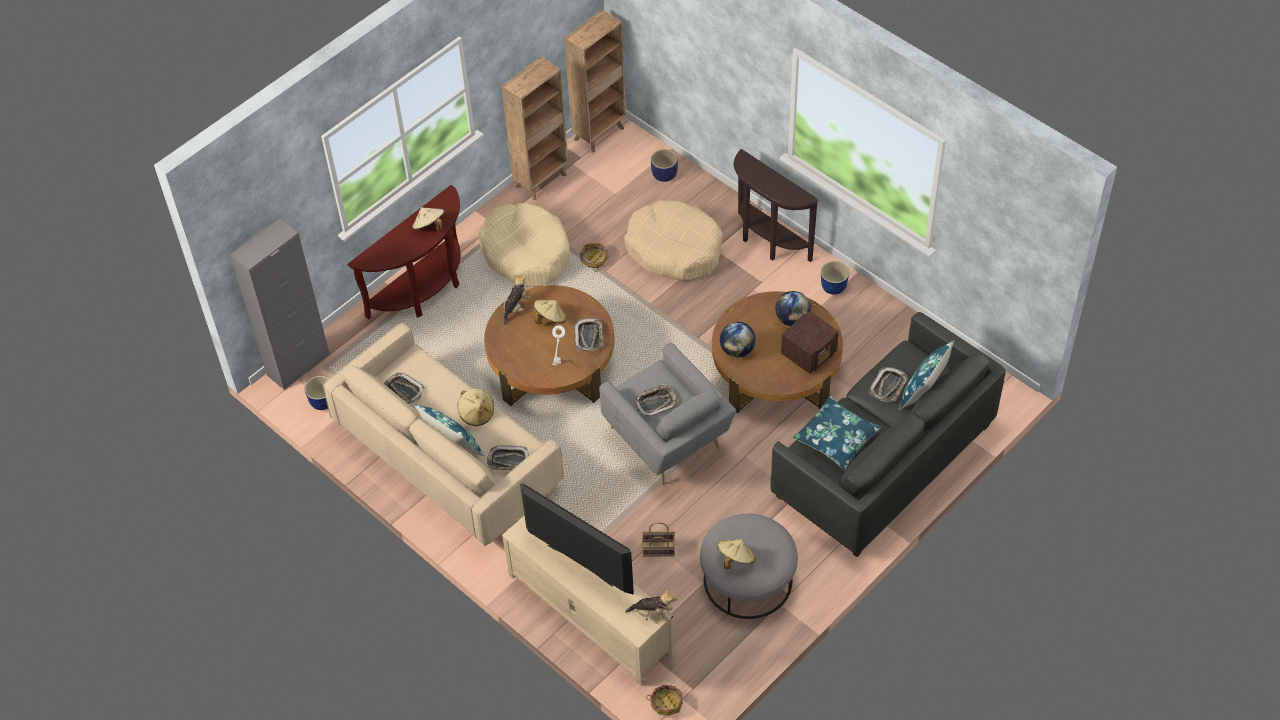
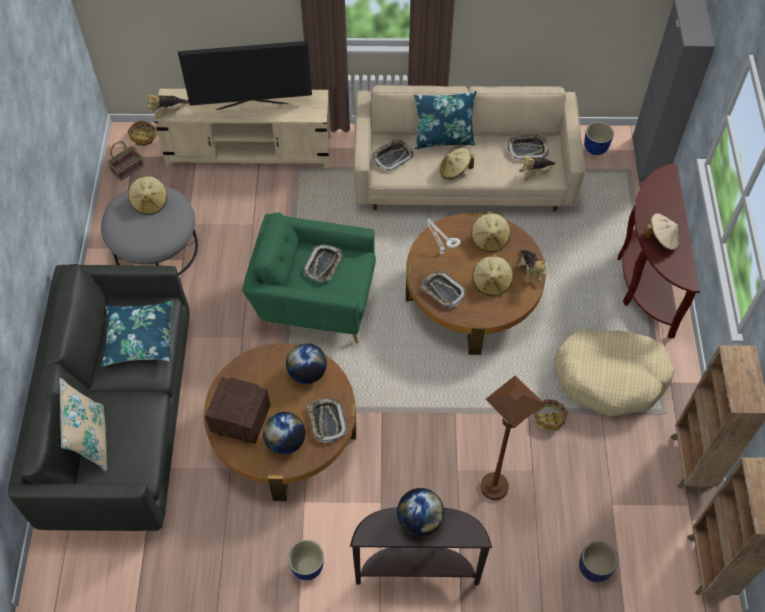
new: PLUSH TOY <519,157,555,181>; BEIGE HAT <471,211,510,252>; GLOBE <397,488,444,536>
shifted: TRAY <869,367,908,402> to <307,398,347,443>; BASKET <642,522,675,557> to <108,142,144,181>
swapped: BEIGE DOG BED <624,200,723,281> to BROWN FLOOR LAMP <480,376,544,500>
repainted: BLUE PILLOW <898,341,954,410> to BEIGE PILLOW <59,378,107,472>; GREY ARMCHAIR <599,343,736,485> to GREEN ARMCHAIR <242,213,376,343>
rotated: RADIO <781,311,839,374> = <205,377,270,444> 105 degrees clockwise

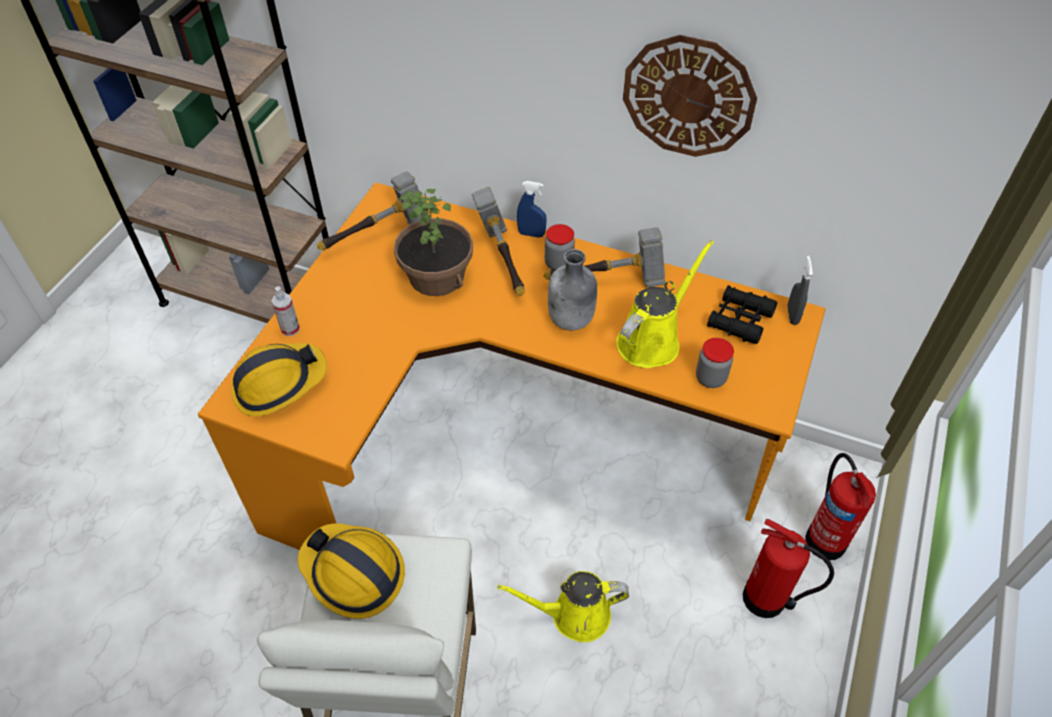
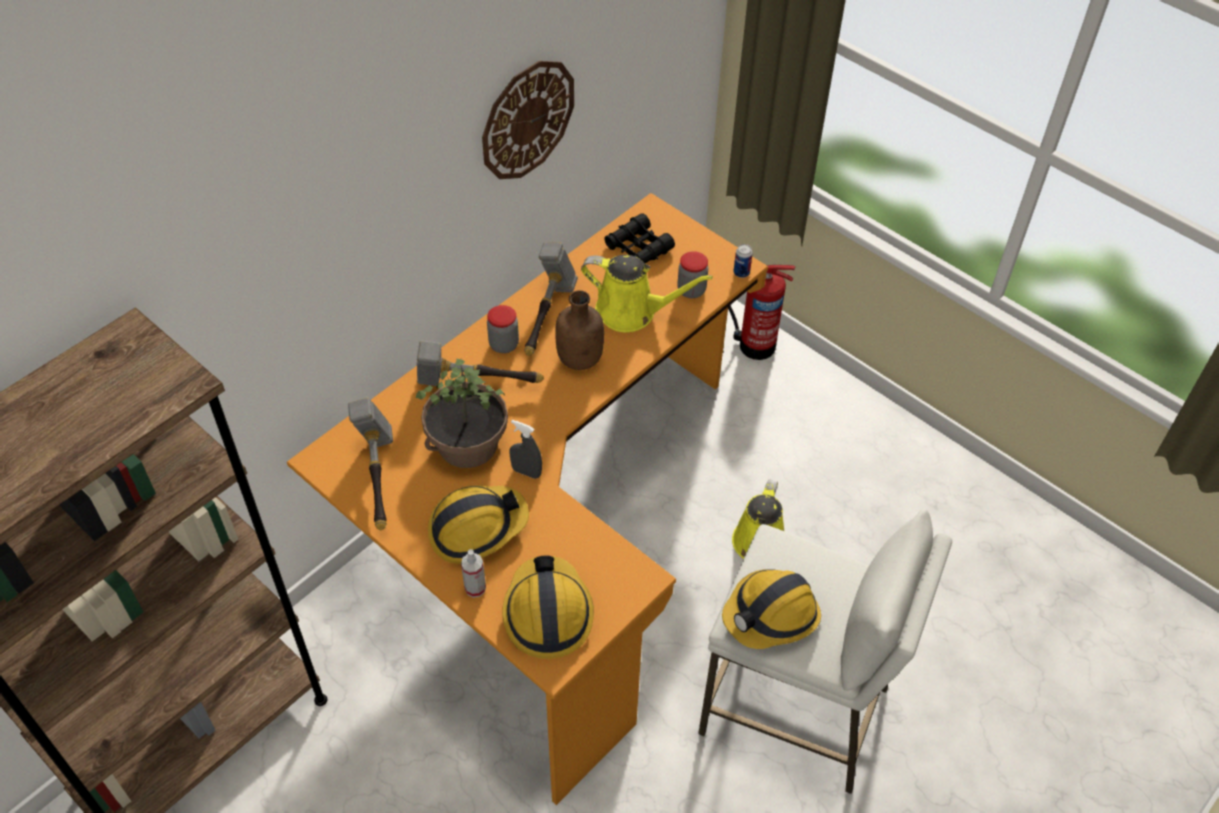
gone: BLUE SPRAY BOTTLE <517,181,547,238>; FIRE EXTINGUISHER <743,519,834,618>
new: CAN <733,244,753,278>; HARD HAT <428,485,529,564>
shifted: GREY SPRAY BOTTLE <787,256,813,325> to <509,420,542,479>
repainted: GREY BOTTLE <548,249,597,330> to BROWN BOTTLE <555,290,604,370>
rotated: YELLOW WATERING CAN <616,240,714,368> = <581,255,713,332> 135 degrees clockwise

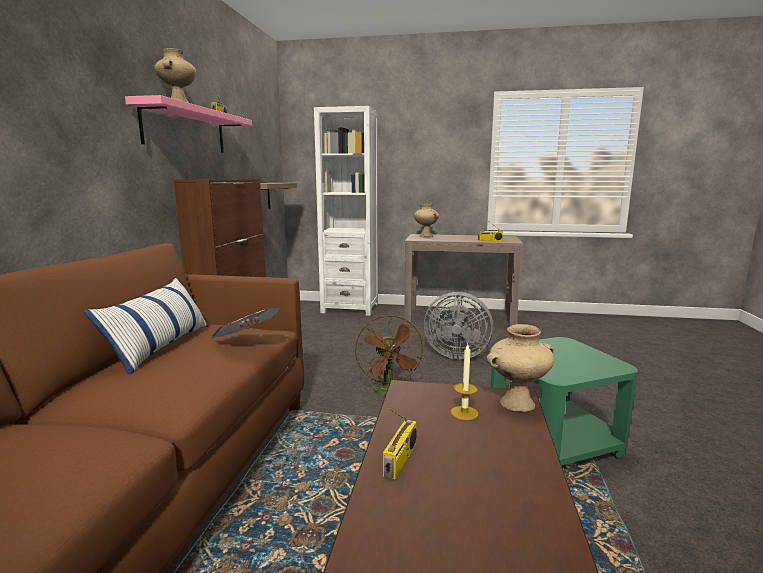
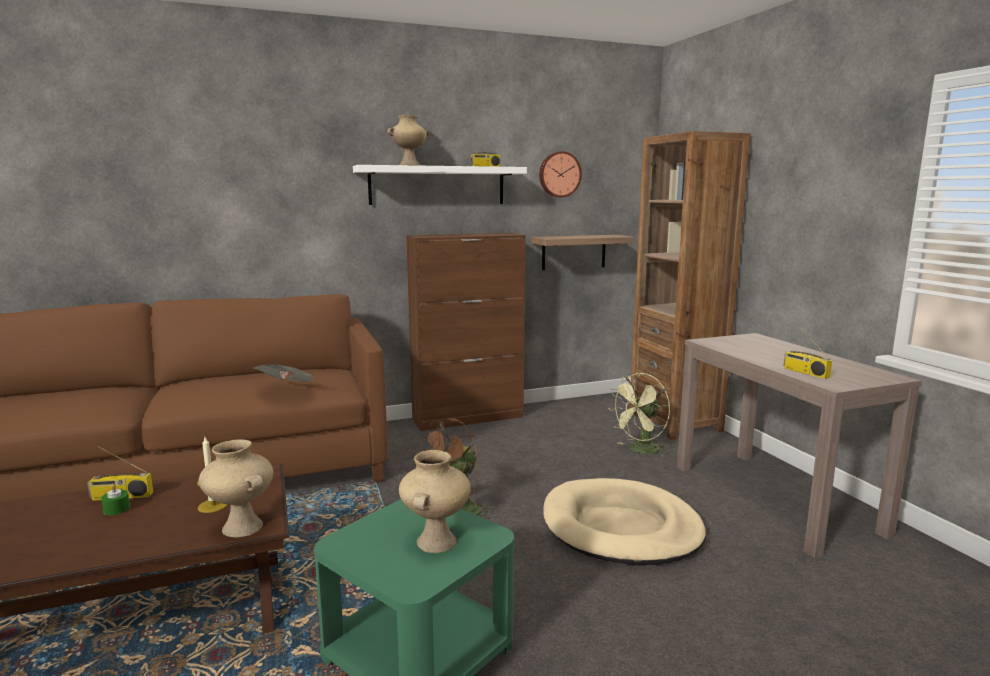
gone: PILLOW <83,277,209,375>
new: WALL CLOCK <539,151,582,198>; GREEN FAN <608,373,670,458>; GREEN CANDLE <101,484,130,515>
shifted: BEIGE VASE <414,204,439,237> to <399,450,471,553>
swapped: GREY FAN <424,292,493,359> to BEIGE DOG BED <543,478,706,565>
repainted: PINK SHELF <125,95,252,153> to WHITE SHELF <353,165,527,205>; WHITE BOOKCASE <314,106,378,316> to BROWN BOOKCASE <629,131,751,440>

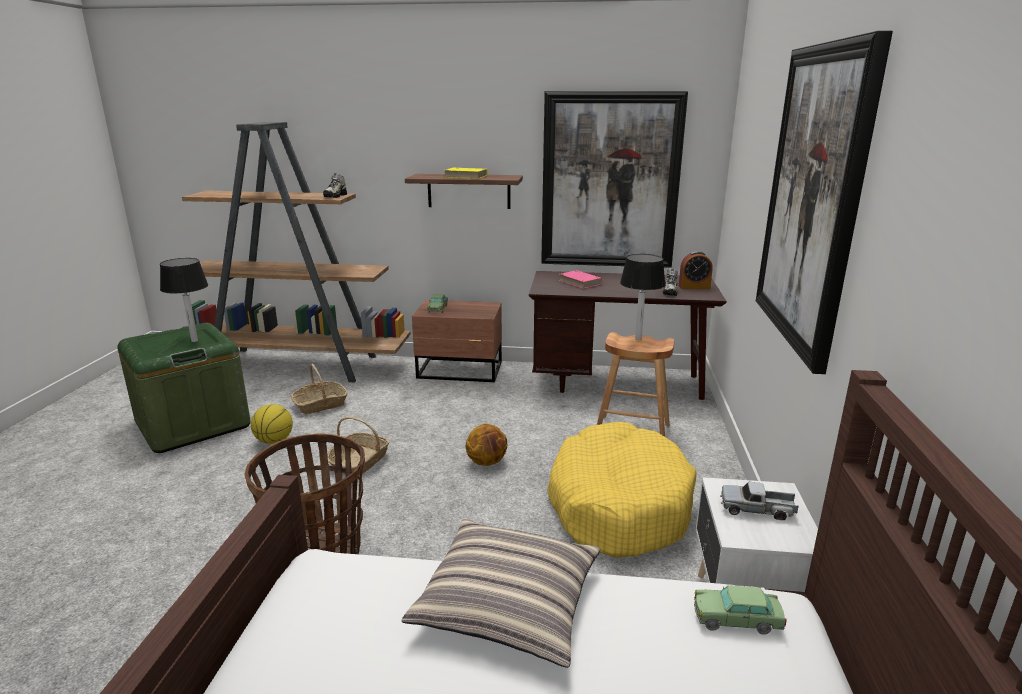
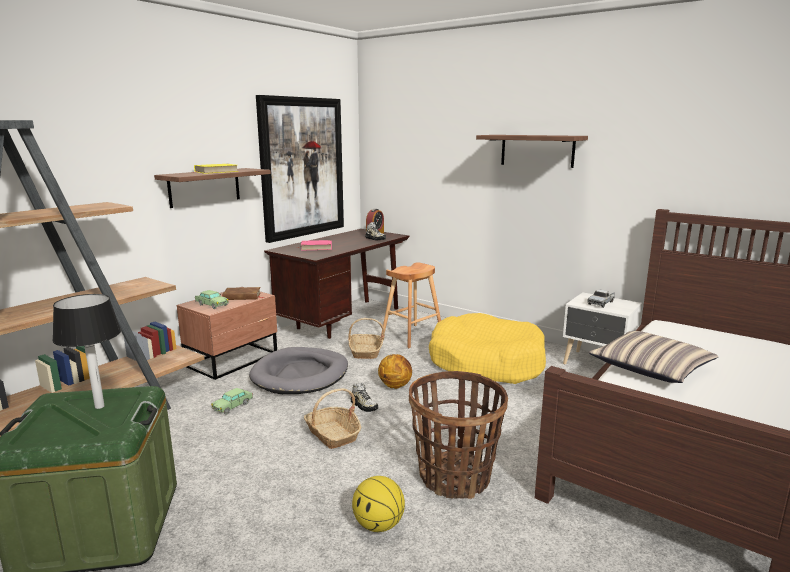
gone: TABLE LAMP <620,254,665,340>
new: BROWN BOOK <222,287,265,300>; GREY DOG BED <249,347,348,394>
shifted: SHOE <323,173,347,198> to <350,382,378,412>; BASKET <291,364,348,414> to <348,318,385,359>; BASKETBALL <251,404,293,444> to <352,476,405,532>; TOY CAR <694,585,786,635> to <211,388,253,415>
swapped: PICTURE <756,31,893,374> to SHELF <476,135,588,168>

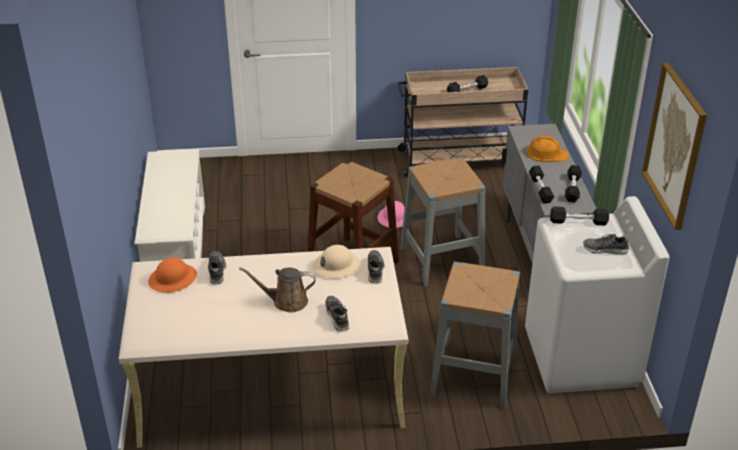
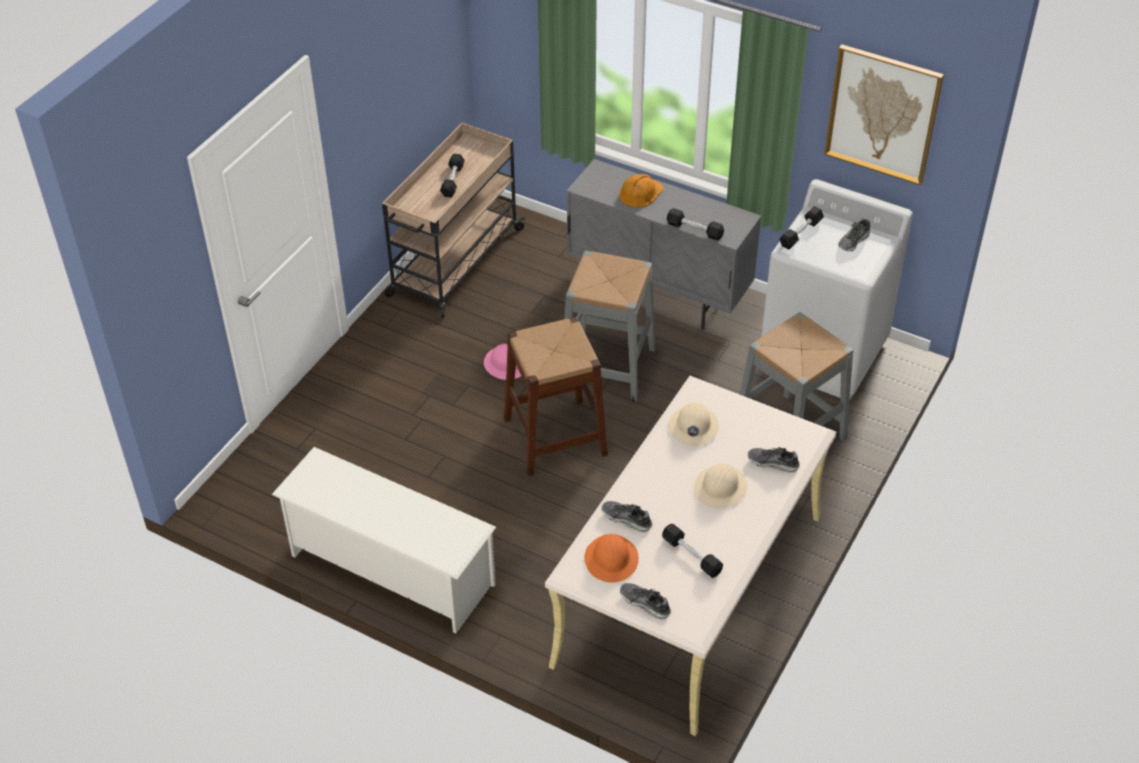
shifted: BLACK DUMBBELL <565,165,582,202> to <662,524,723,578>; SHOE <368,250,385,284> to <620,583,671,619>
swapped: BROWN WATERING CAN <239,267,316,312> to BEIGE HARD HAT <694,463,747,508>

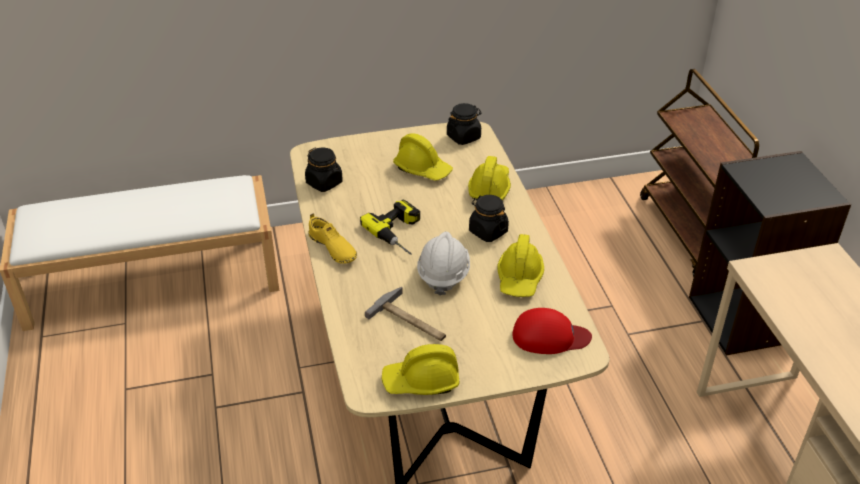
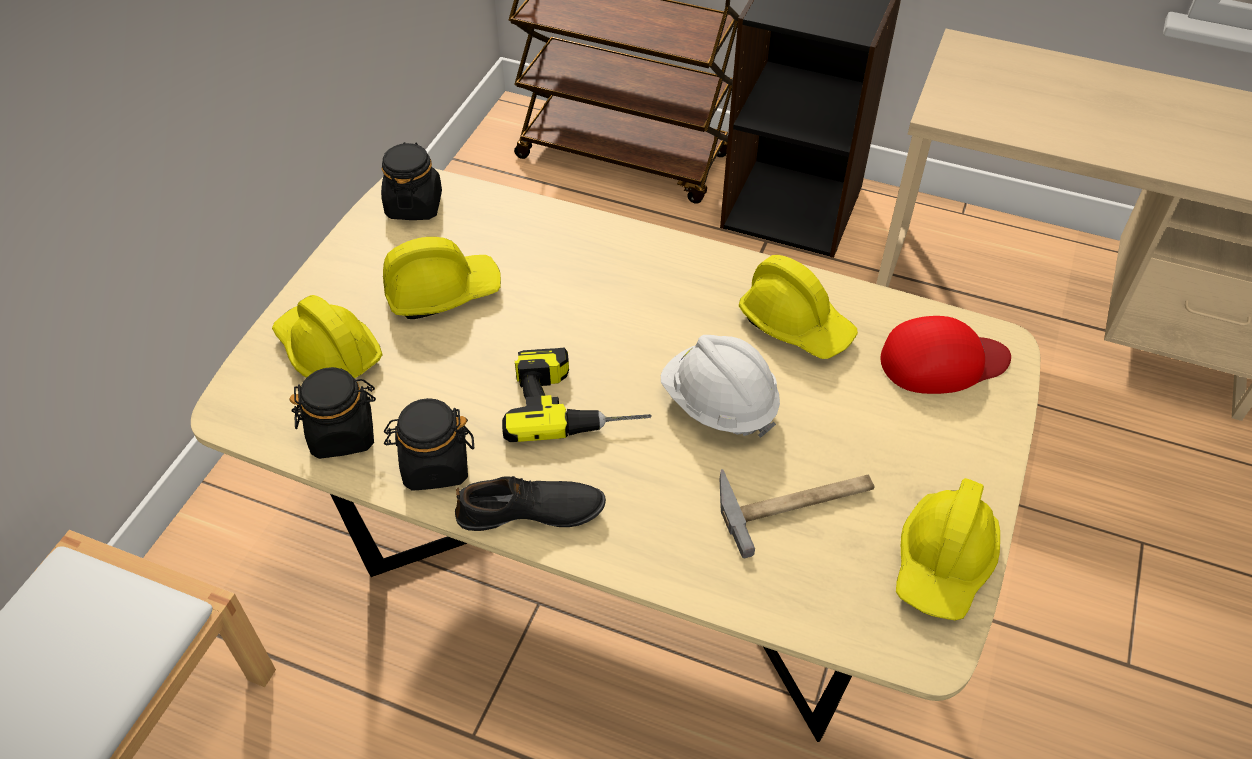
shifted: YELLOW HARD HAT <468,156,511,201> to <272,295,383,378>; BLACK JAR <469,195,509,242> to <384,398,474,491>
repainted: YELLOW SHOE <308,213,357,264> to BLACK SHOE <455,476,606,531>
rotated: RED CAP <512,308,592,354> = <881,316,1011,394> 45 degrees clockwise

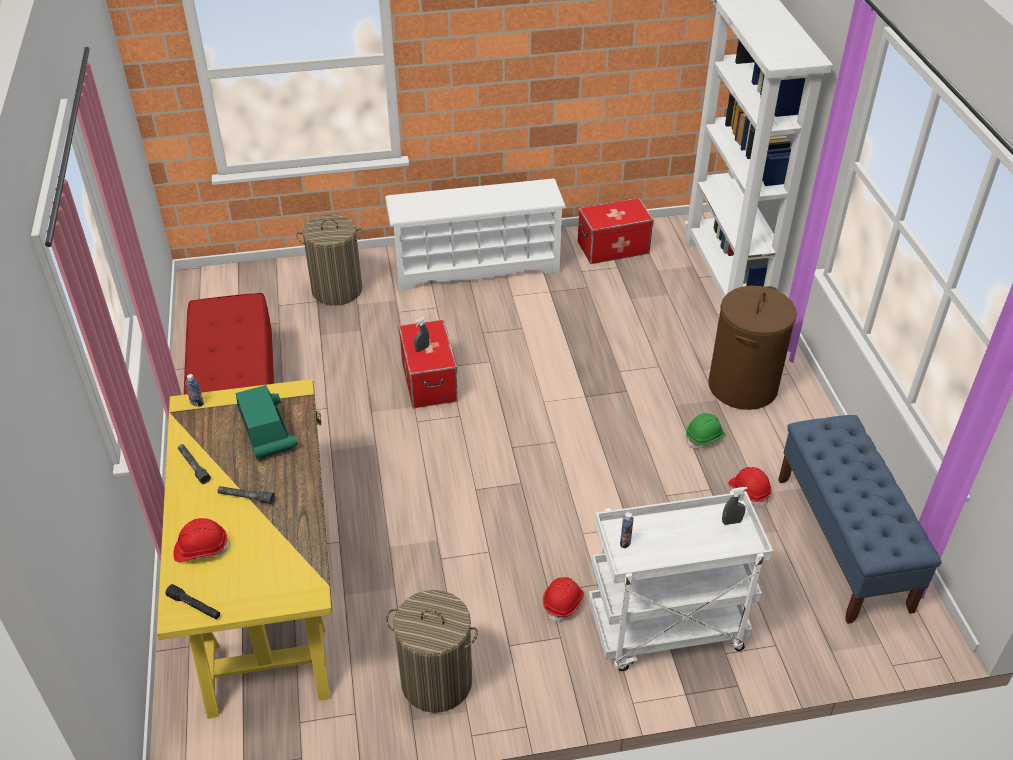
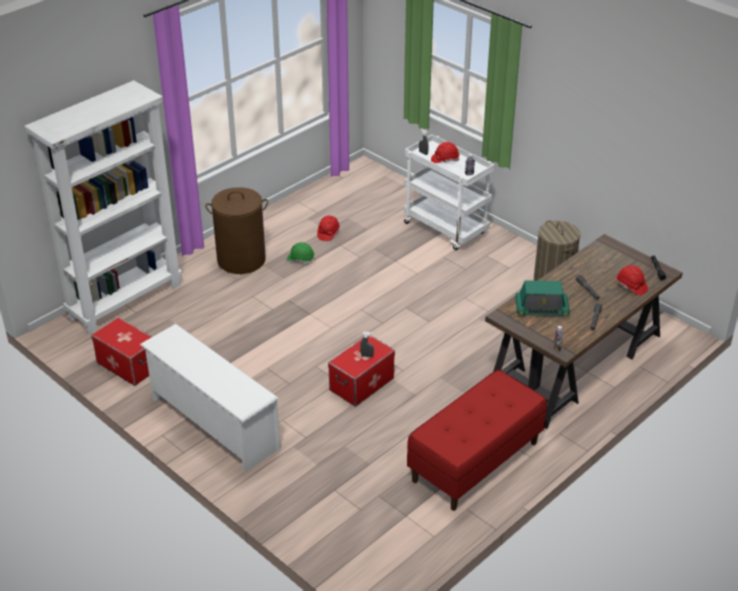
gone: LAUNDRY BASKET <296,214,363,305>; BLUE BENCH <778,415,942,624>
shifted: RED HARD HAT <543,577,584,623> to <431,142,459,164>
repainted: YELLOW DESK <157,379,332,719> to BROWN DESK <485,234,683,429>
rotated: RADIO <236,385,298,459> = <515,281,570,317> 120 degrees counterclockwise

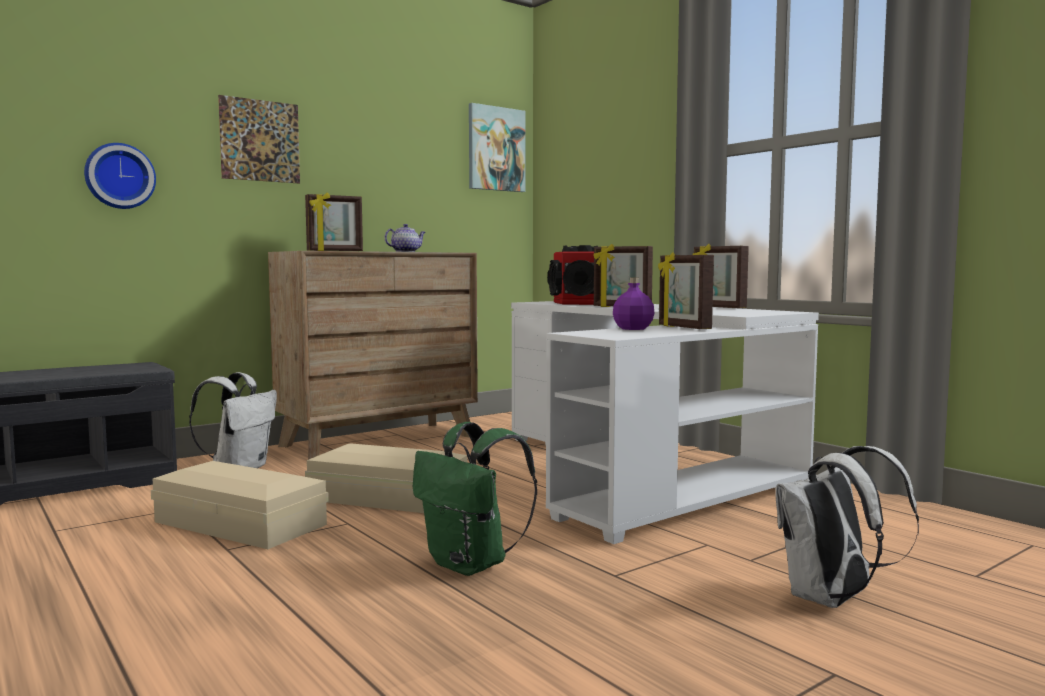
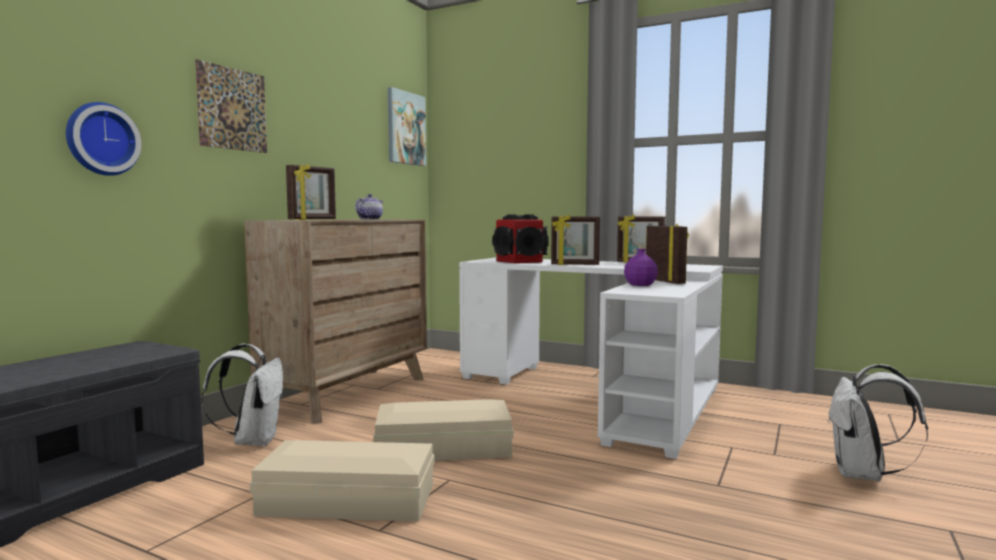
gone: GREEN BACKPACK <413,422,537,576>
rotated: PICTURE FRAME <658,252,714,329> = <646,224,689,284> 150 degrees counterclockwise

